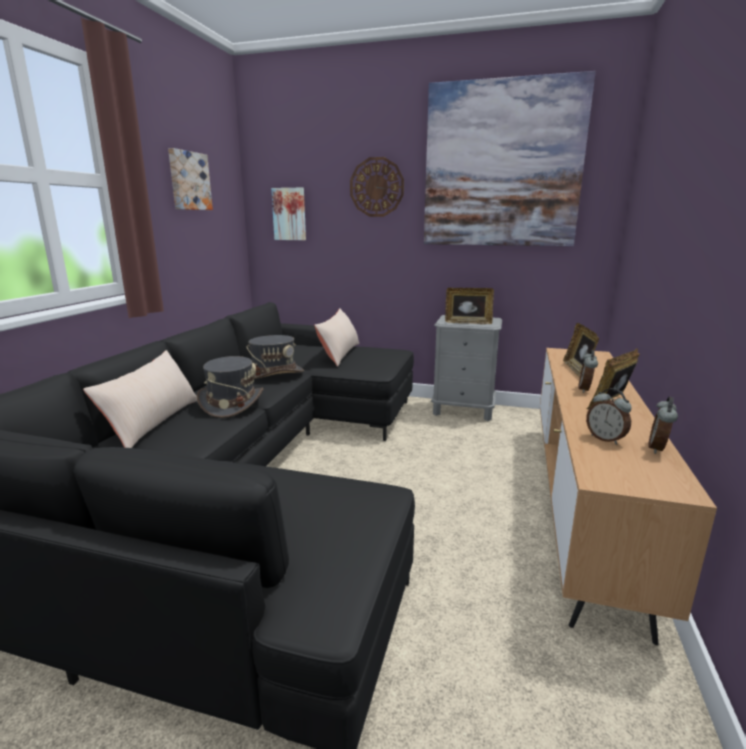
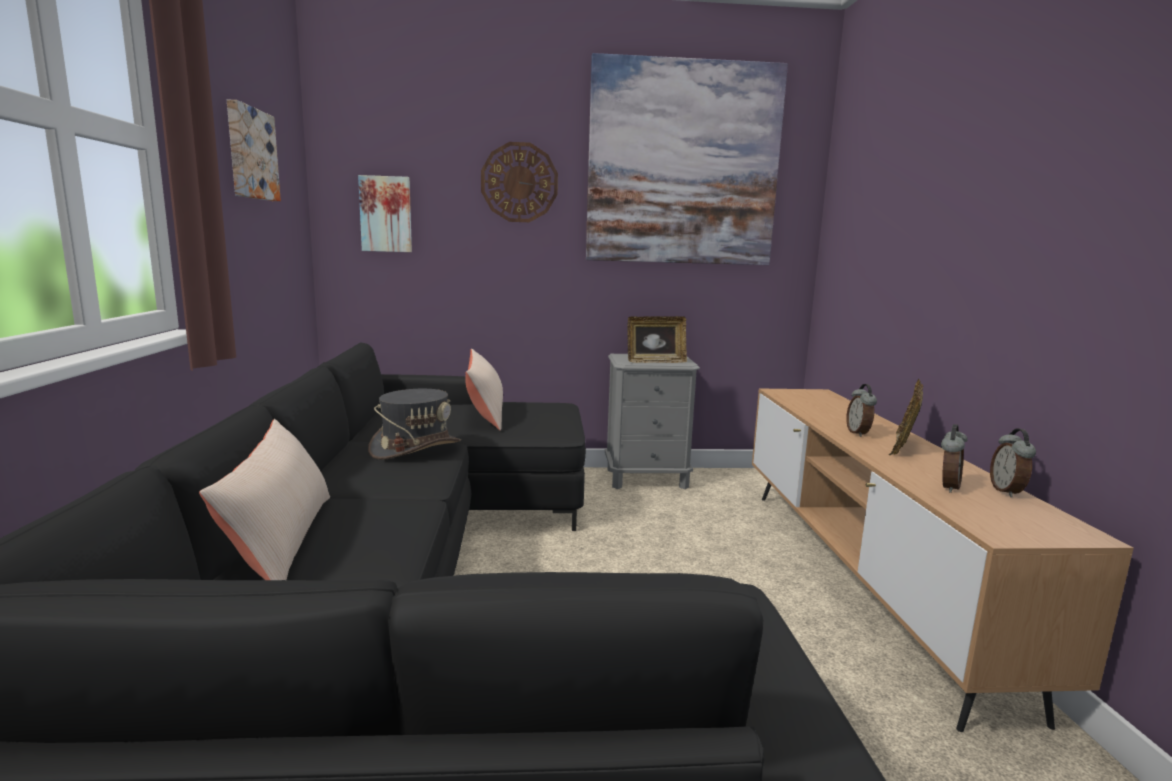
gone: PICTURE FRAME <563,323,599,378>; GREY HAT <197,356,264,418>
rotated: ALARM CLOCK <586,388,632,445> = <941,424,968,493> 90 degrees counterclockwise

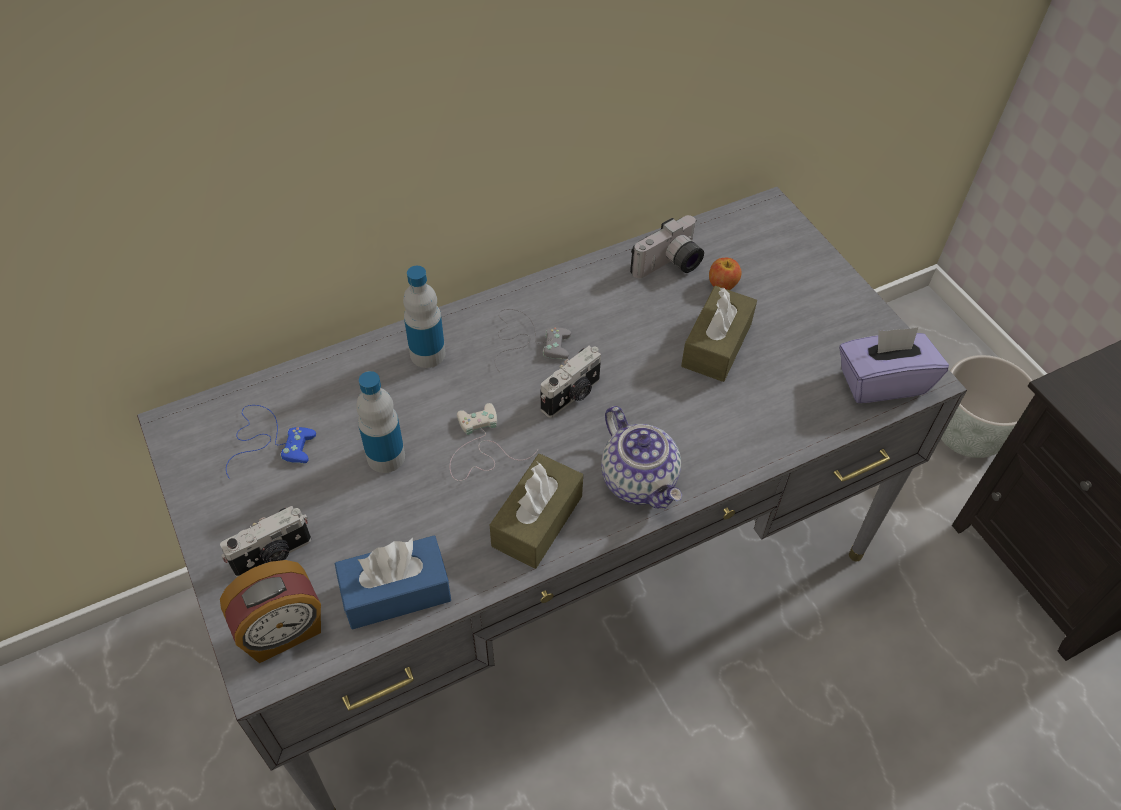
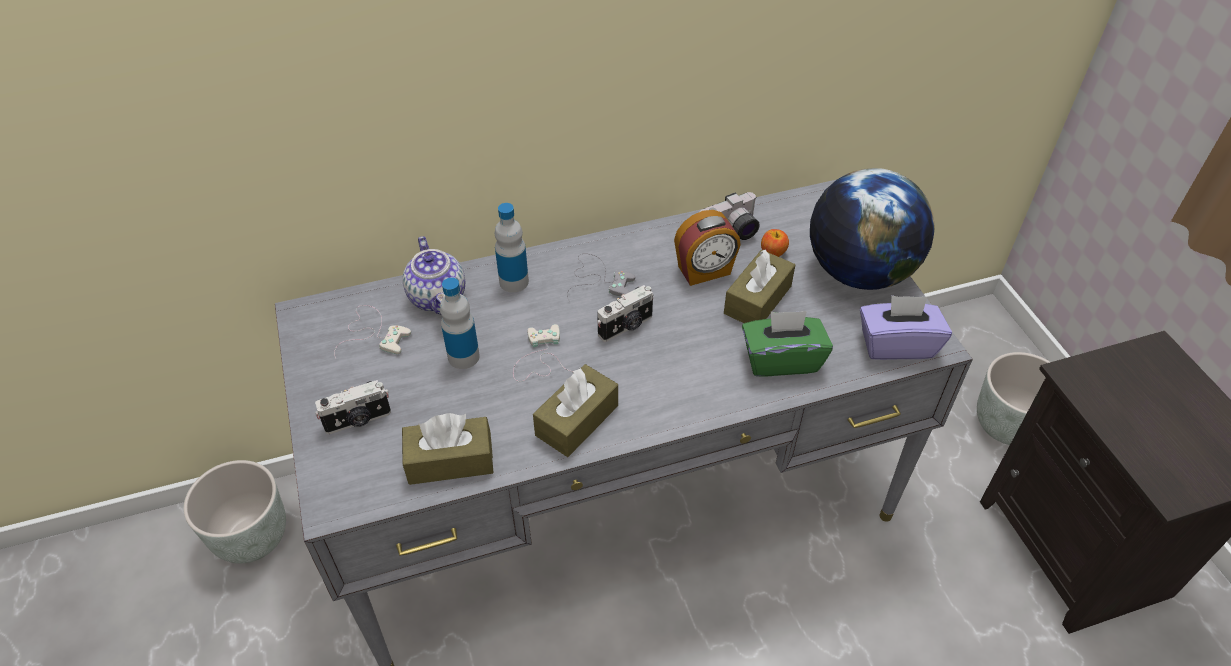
new: GLOBE <810,168,935,290>; GREEN TISSUE BOX <742,311,833,377>; GREY PLANTER <183,460,286,563>
shifted: TEAPOT <601,406,682,509> to <403,236,465,314>; ALARM CLOCK <220,560,321,663> to <674,210,741,286>
repainted: BLUE GAME CONTROLLER <226,405,316,479> to WHITE GAME CONTROLLER <334,305,411,358>; BLUE TISSUE BOX <335,536,451,629> to BROWN TISSUE BOX <402,413,494,485>

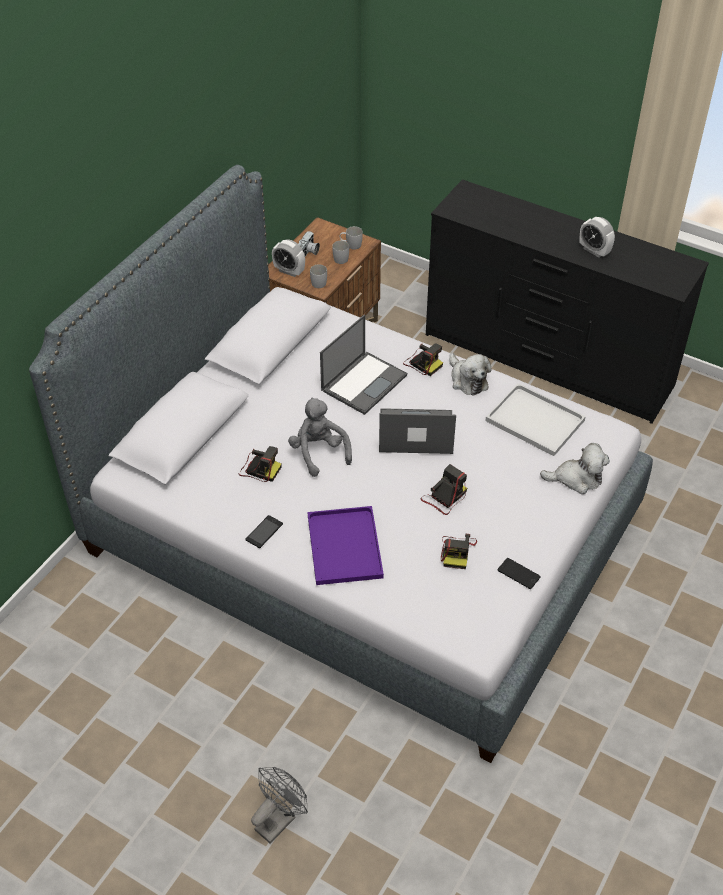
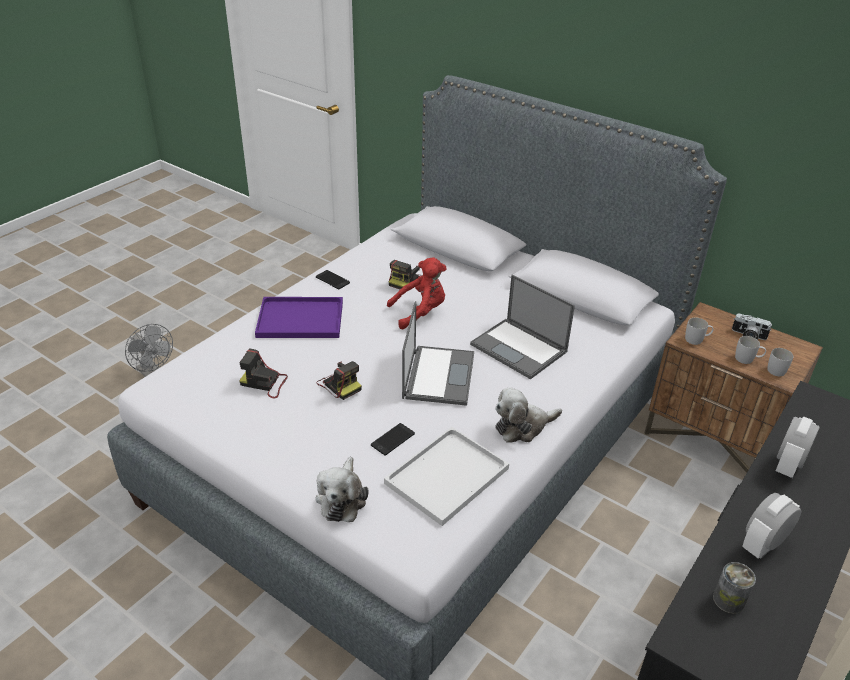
gone: PHOTO CAMERA <403,343,443,376>
new: CAN <713,562,756,614>
shifted: ALARM CLOCK <272,239,305,277> to <776,417,820,478>; PHONE <498,558,541,589> to <371,423,415,456>
repainted: GREY PLUSH TOY <288,397,352,477> to RED PLUSH TOY <387,257,447,329>

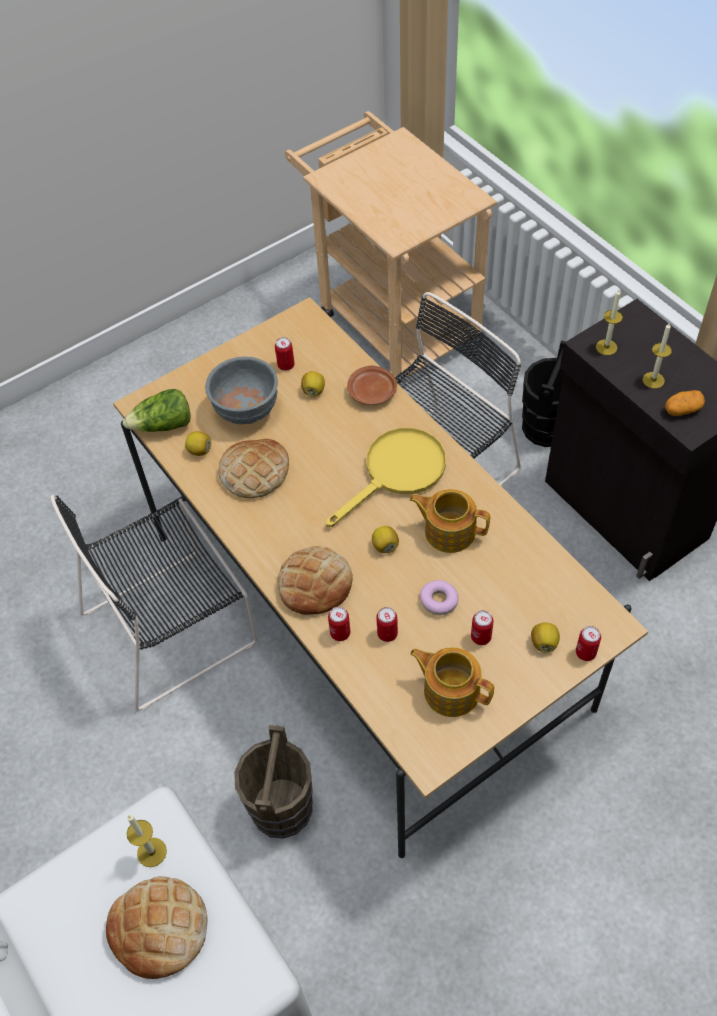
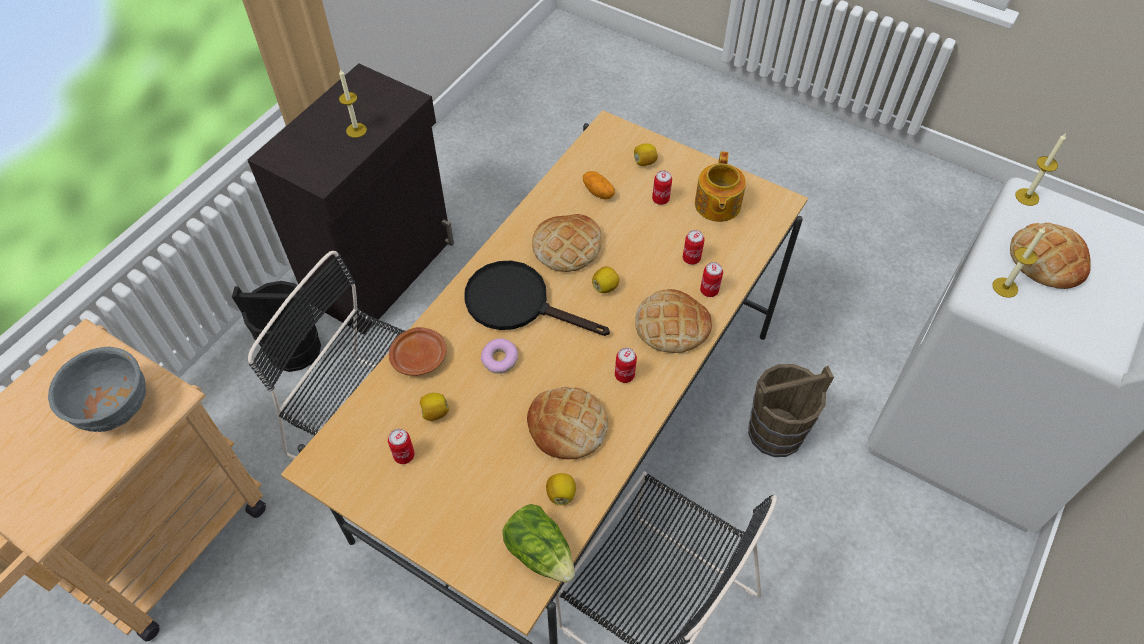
shifted: CANDLE <596,290,623,355> to <1015,133,1066,206>; GREY BOWL <205,356,278,424> to <48,347,146,432>; POTATO <665,390,705,416> to <583,171,615,200>; DONUT <420,580,459,616> to <481,338,518,374>; CAN <576,626,601,661> to <615,348,637,383>
swapped: TEAPOT <410,489,490,553> to BREAD <532,214,601,272>
repainted: YELLOW FRYING PAN <326,428,446,527> to BLACK FRYING PAN <464,261,610,336>

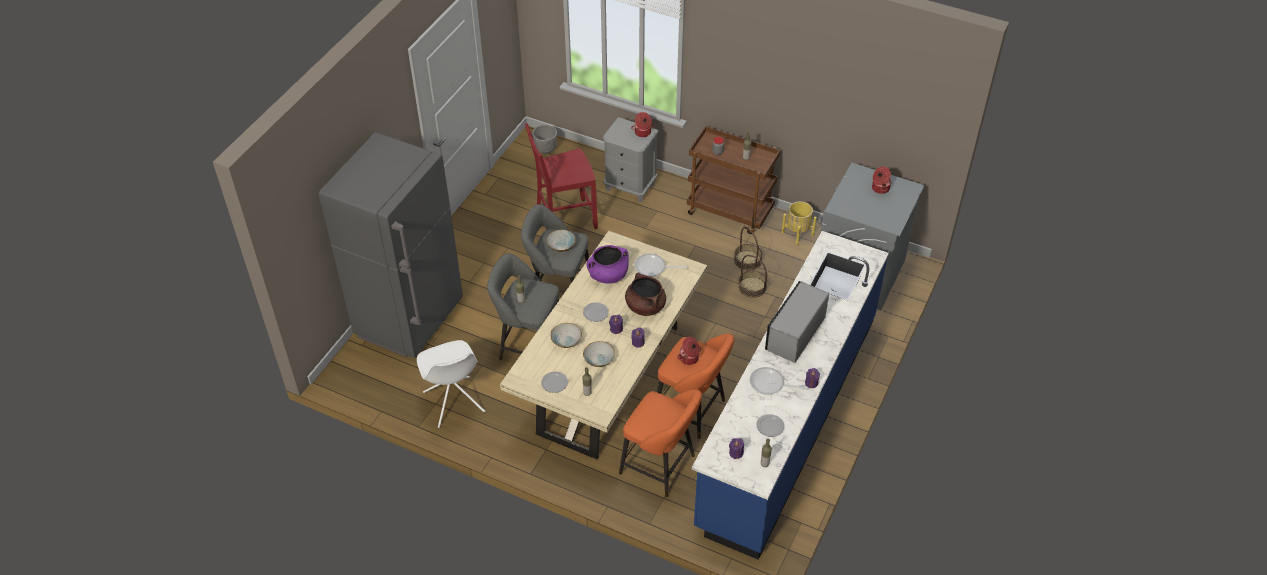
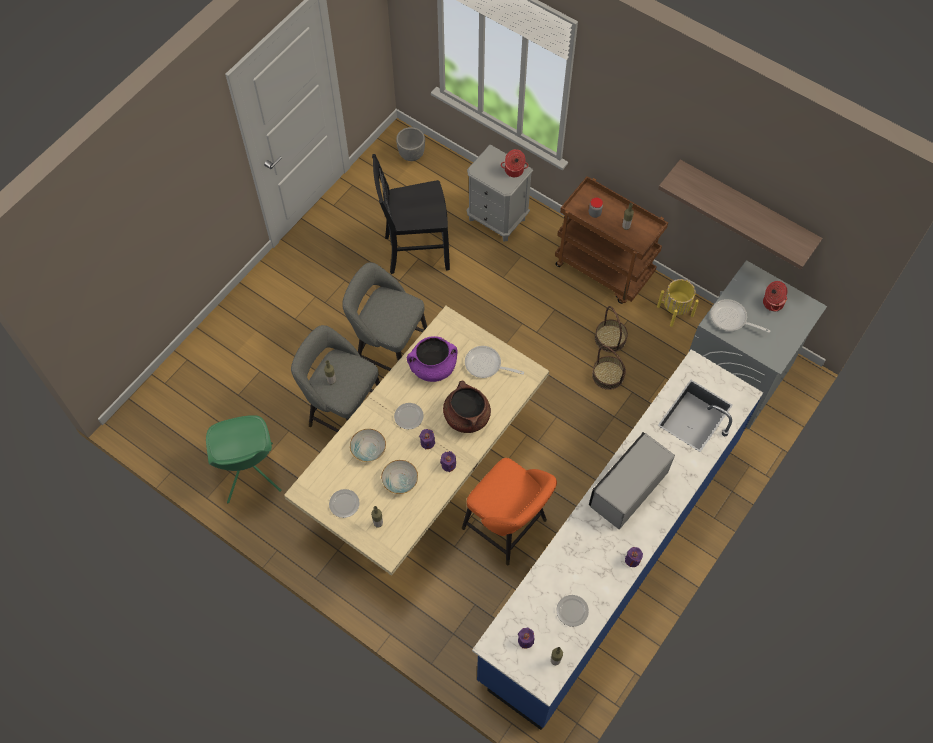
gone: GREY FRIDGE <319,132,463,358>; BOWL <546,230,576,252>; COOKING POT <677,337,702,365>; ORANGE STOOL <619,390,702,497>
new: SHELF <658,160,823,270>
shifted: FRYING PAN <750,367,807,395> to <710,299,771,333>
repainted: RED CHAIR <525,123,598,229> to BLACK CHAIR <372,154,450,274>; WHITE CHAIR <417,340,485,428> to GREEN CHAIR <206,415,281,503>

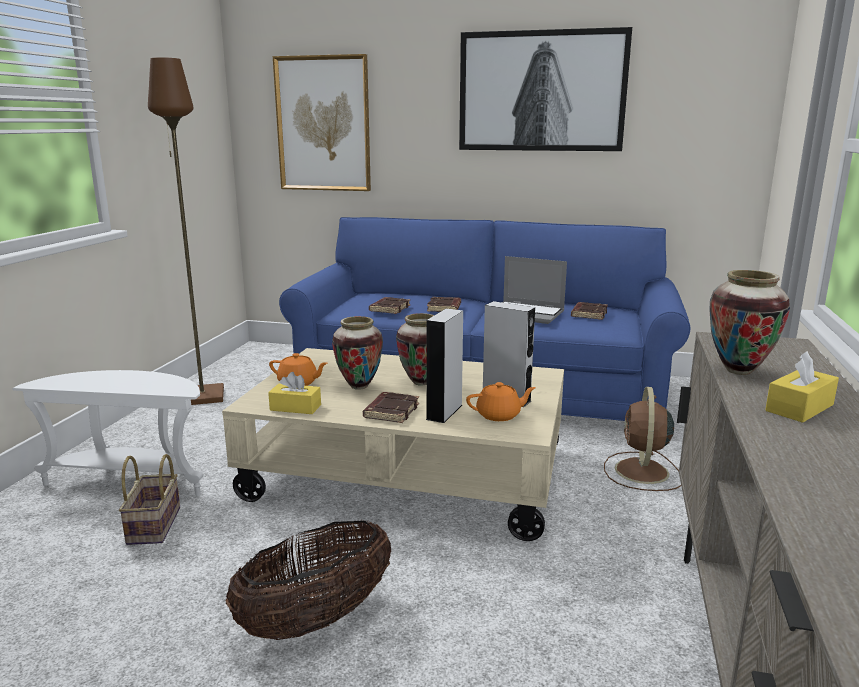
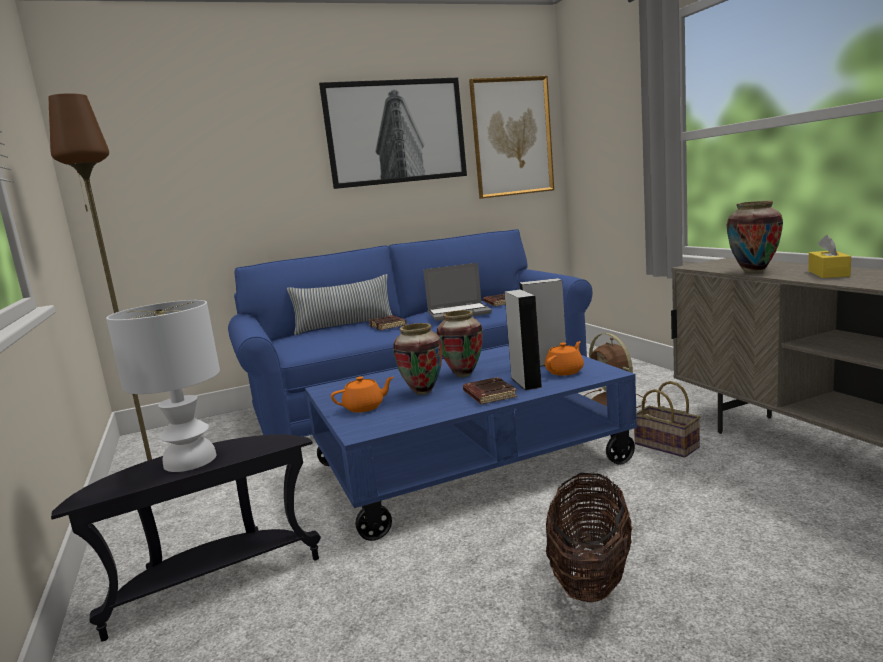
gone: BROWN BOOK <369,297,410,314>; YELLOW TISSUE BOX <268,372,321,414>
new: PILLOW <287,274,392,335>; WHITE TABLE LAMP <106,300,220,472>
shifted: PICTURE <273,54,371,191> to <469,76,554,199>; BASKET <119,454,180,545> to <634,381,700,458>
repainted: BEIGE COFFEE TABLE <222,348,564,541> to BLUE COFFEE TABLE <305,345,637,541>; WHITE SIDE TABLE <12,370,203,496> to BLACK SIDE TABLE <51,434,321,641>

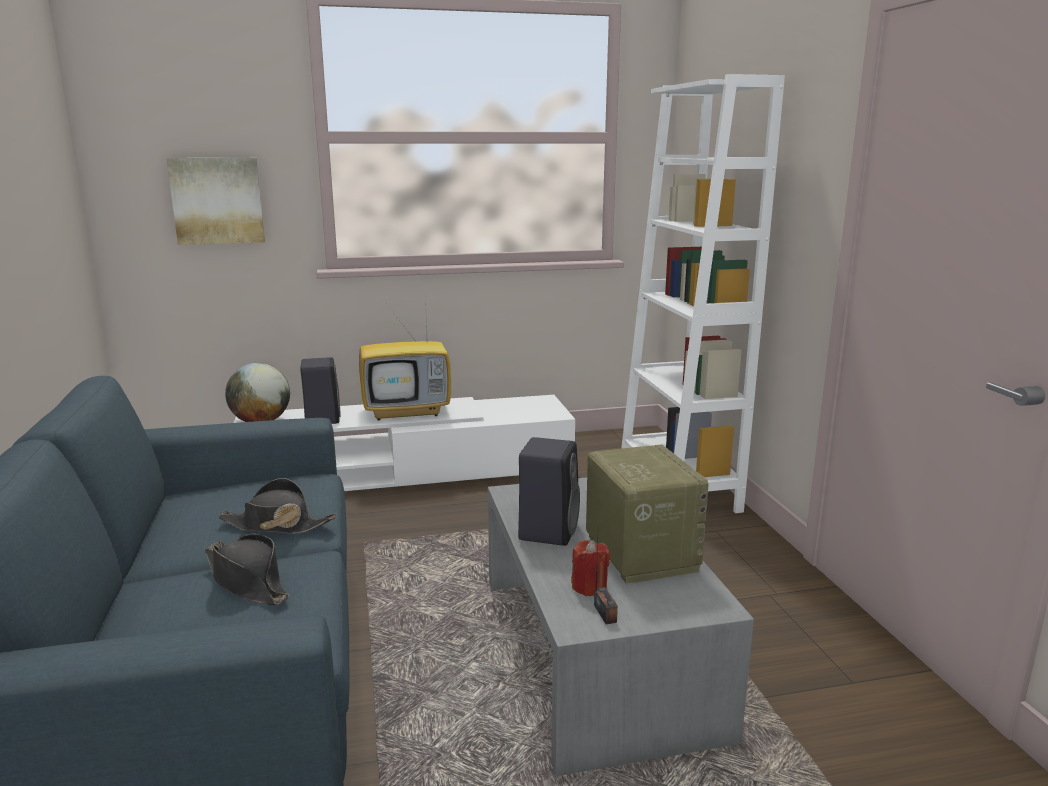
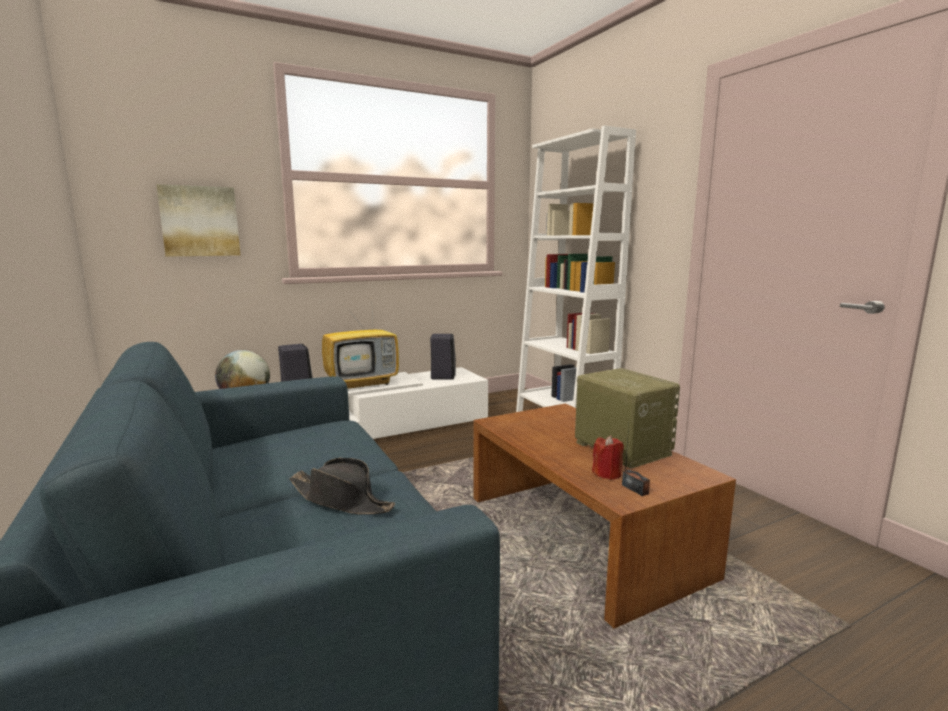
gone: BLACK HAT <218,478,337,533>
shifted: BLACK SPEAKER <518,437,580,546> to <430,334,456,379>
repainted: GREY COFFEE TABLE <488,477,754,776> to BROWN COFFEE TABLE <474,403,736,629>

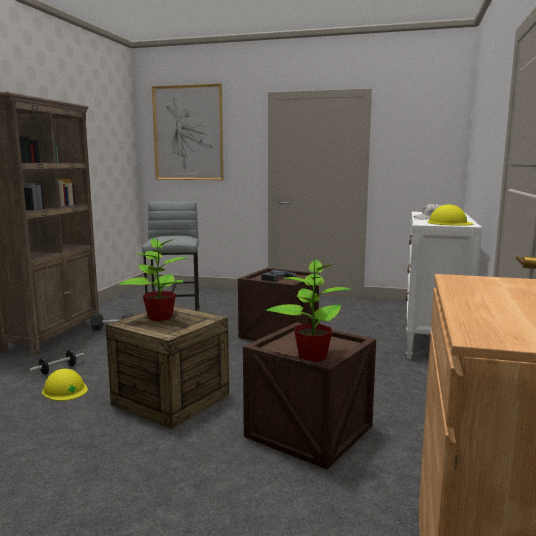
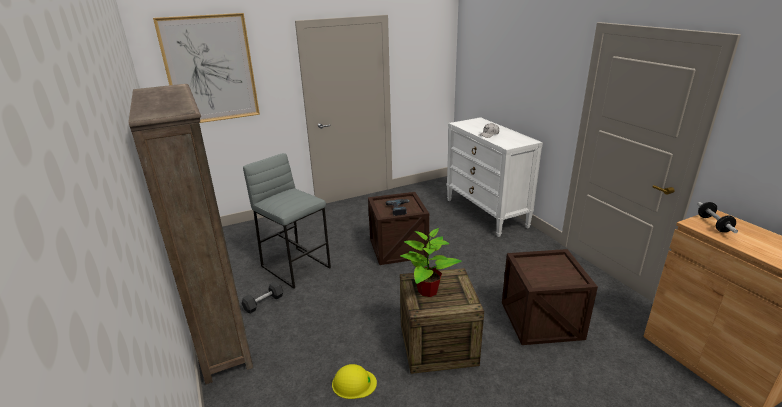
gone: YELLOW HARD HAT <428,204,474,226>; POTTED PLANT <266,257,352,362>
shifted: DUMBBELL <29,350,84,374> to <697,202,738,233>

